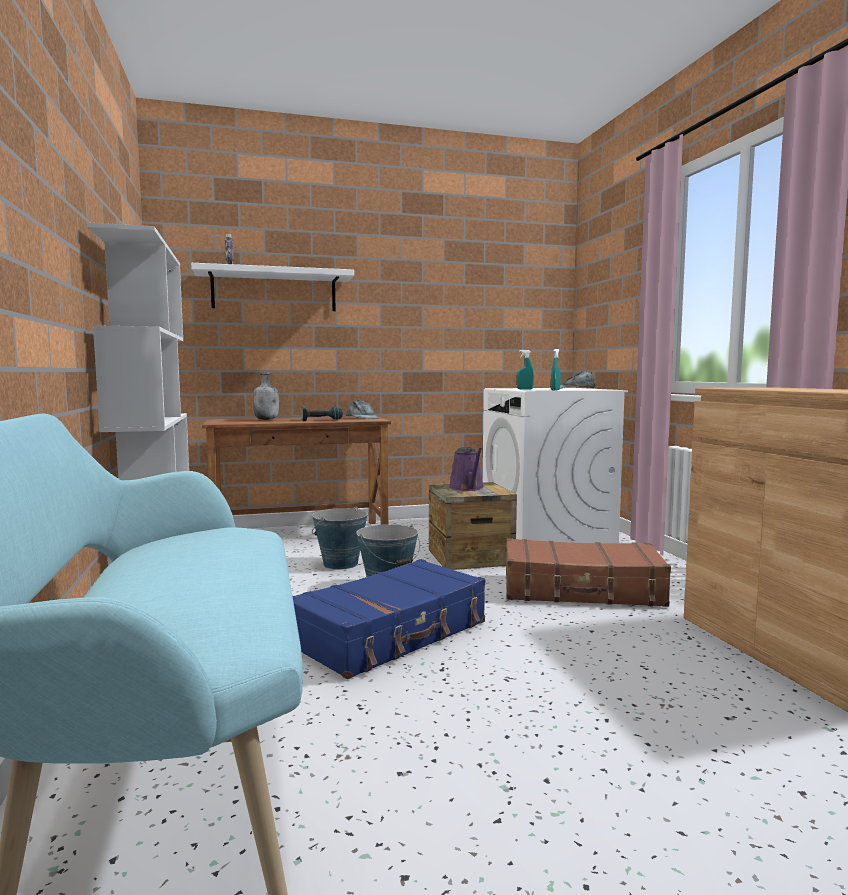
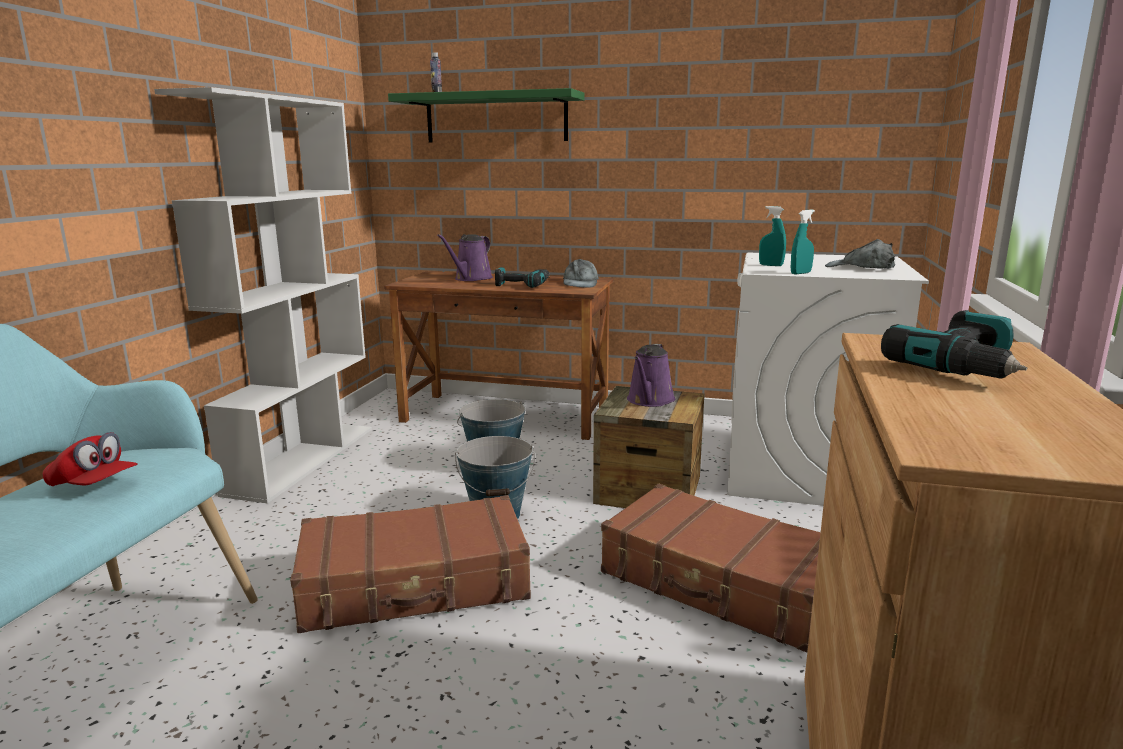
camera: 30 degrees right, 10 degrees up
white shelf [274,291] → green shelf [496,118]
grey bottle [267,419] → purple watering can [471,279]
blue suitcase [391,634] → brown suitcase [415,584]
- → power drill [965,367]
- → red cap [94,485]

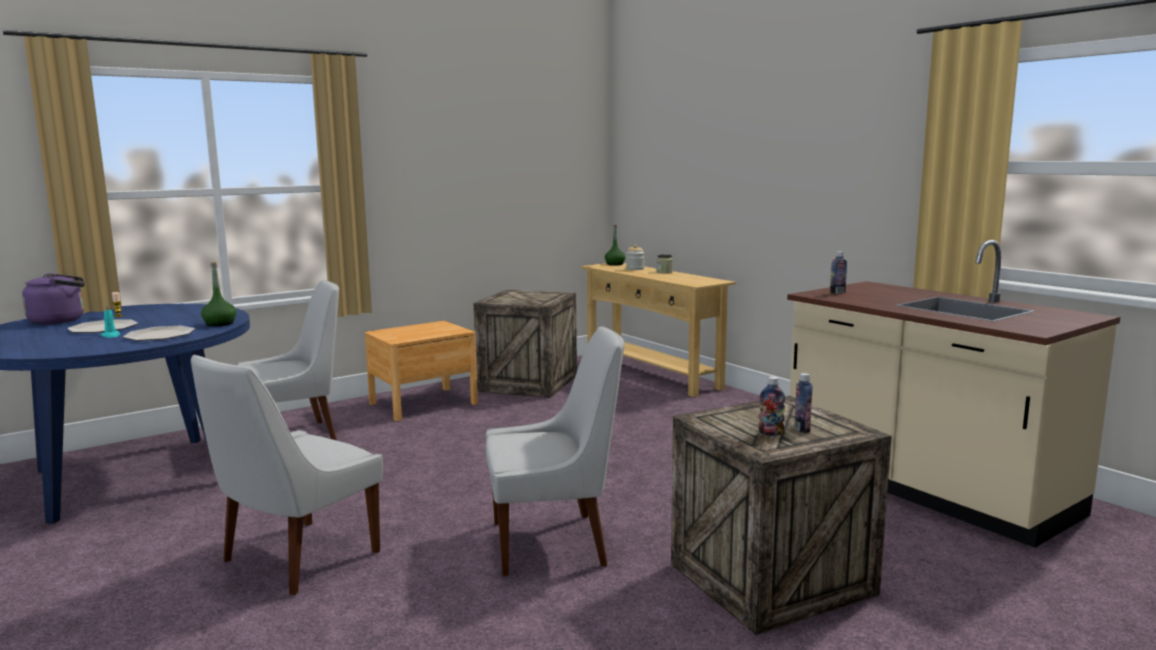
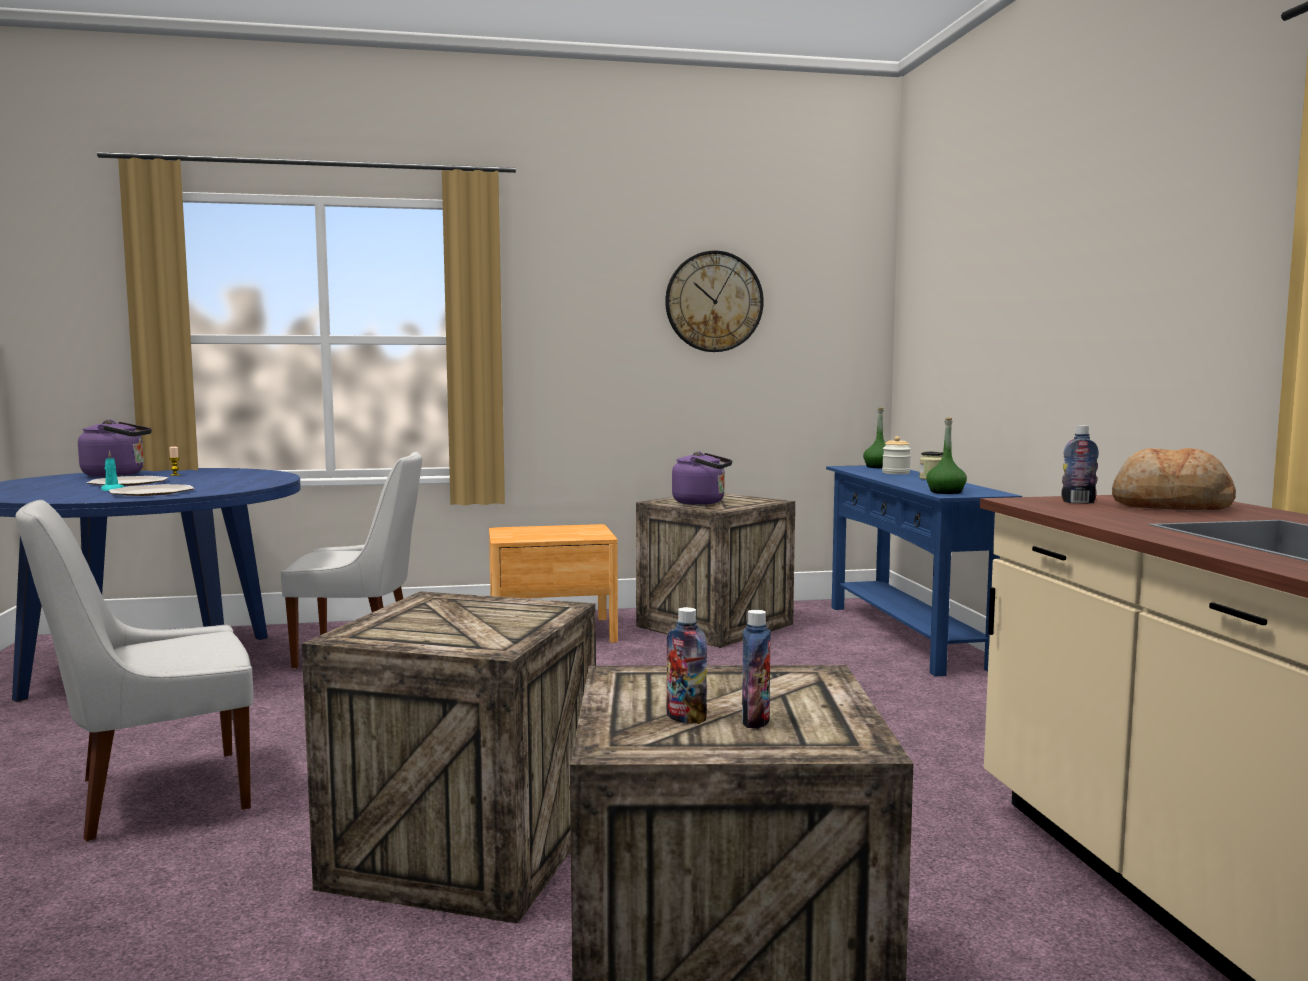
camera: 25 degrees right, 5 degrees down
green bottle [220,324] → green bottle [945,492], move
beige console table [652,374] → blue console table [907,636]
white chair [554,543] → crate [467,851]
- → wall clock [714,301]
- → bread [1169,506]
- → purple kettle [702,503]

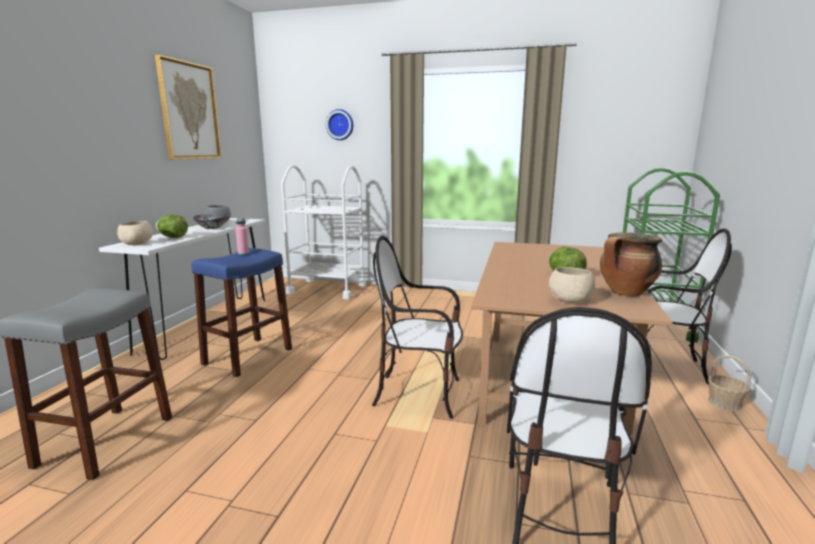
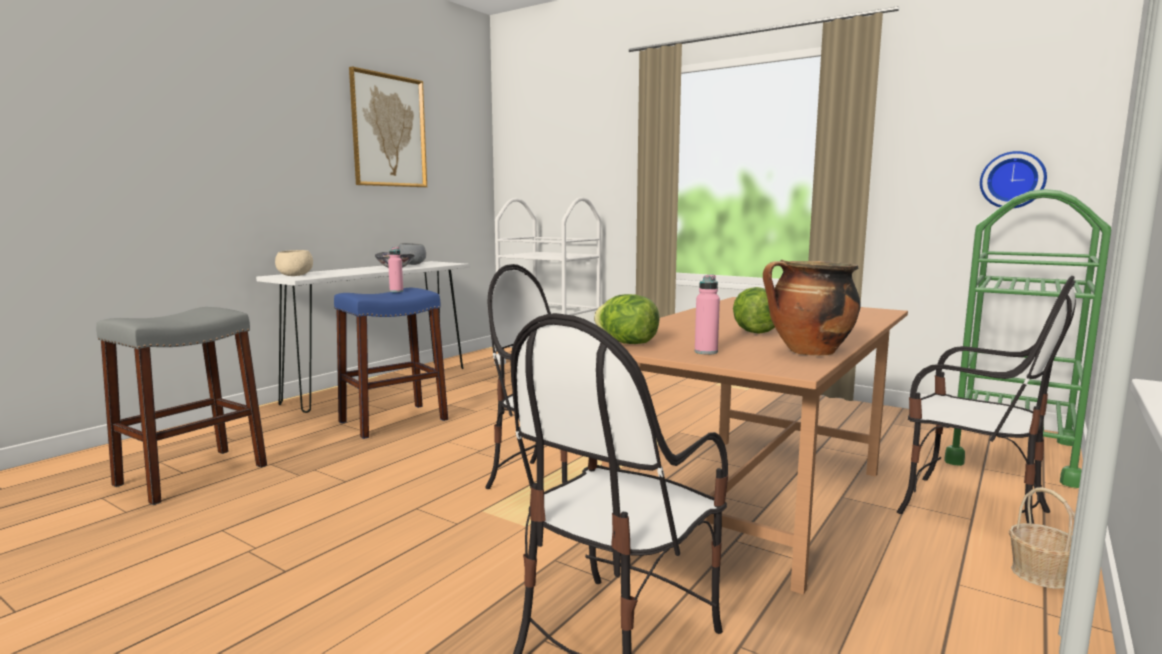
camera: 20 degrees right, 5 degrees down
wall clock [340,125] → wall clock [1012,180], move
lettuce [173,237] → lettuce [627,343], move
beige bowl [570,300] → pink bottle [706,352]

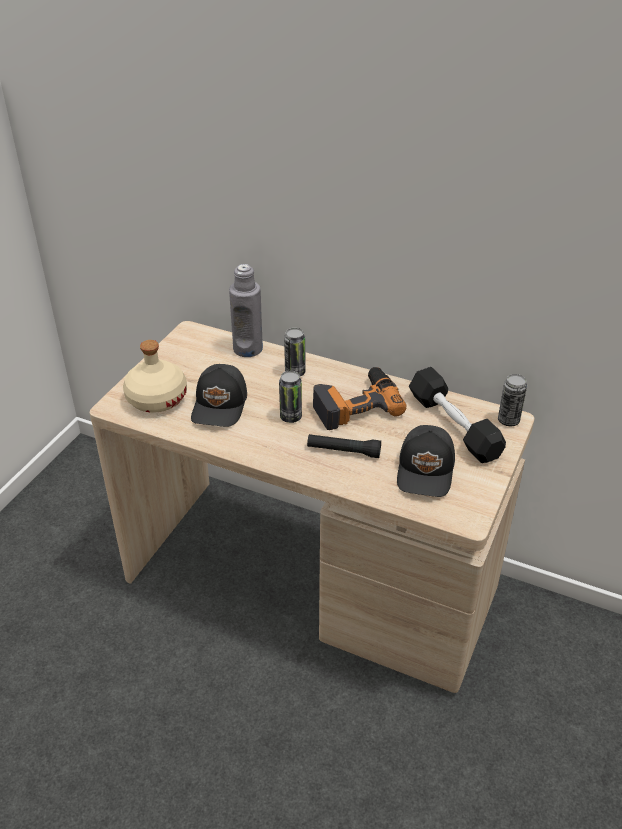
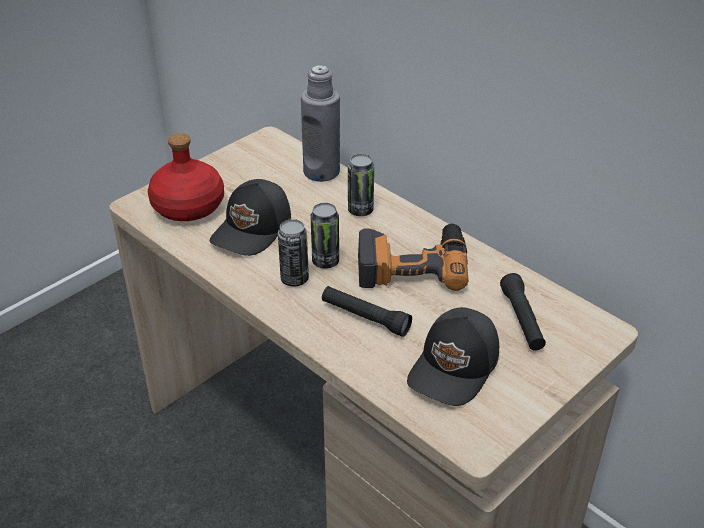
camera: 20 degrees right, 0 degrees up
beige bottle [156,398] → red bottle [188,206]
black dumbbell [453,426] → black flashlight [522,320]
can [508,420] → can [294,279], move

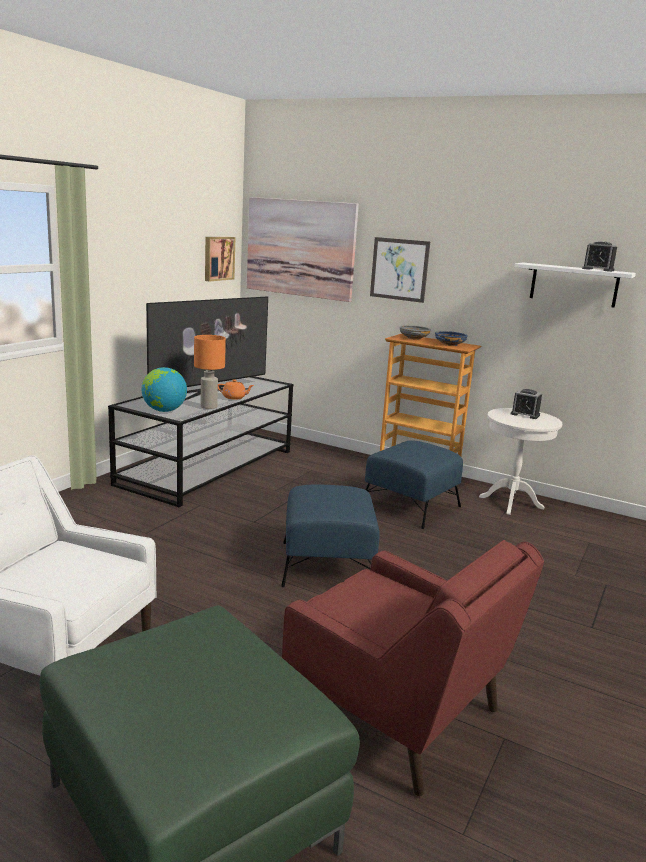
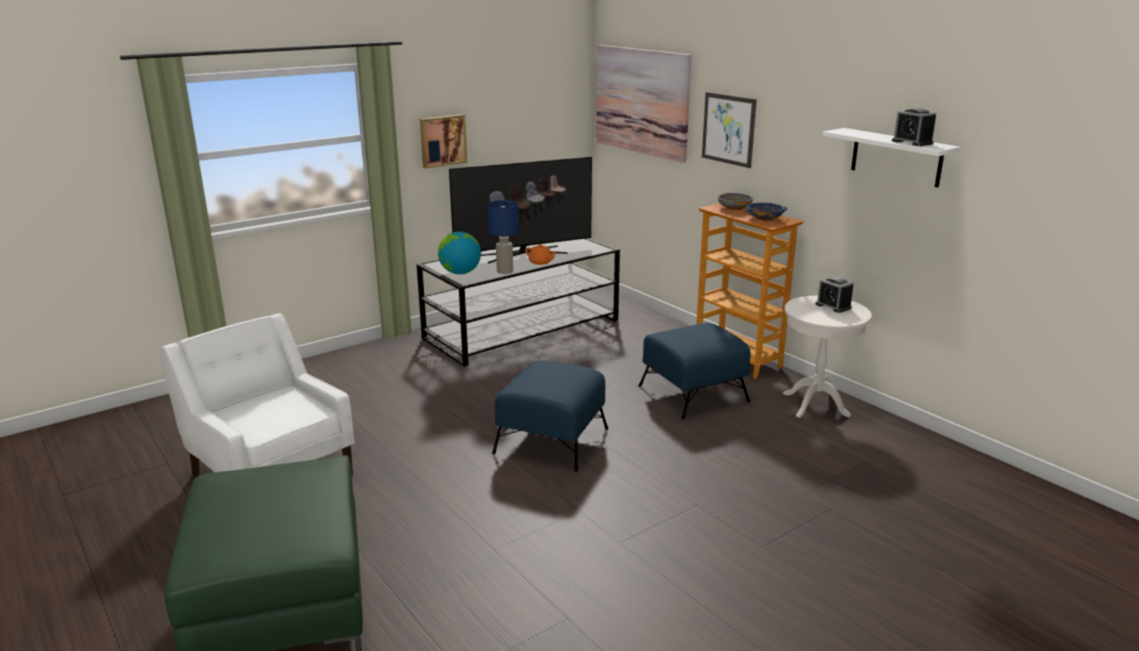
camera: 25 degrees right, 5 degrees up
picture [218,258] → picture [442,140], move
orange table lamp [208,407] → blue table lamp [504,271]
red armchair [397,714] → -

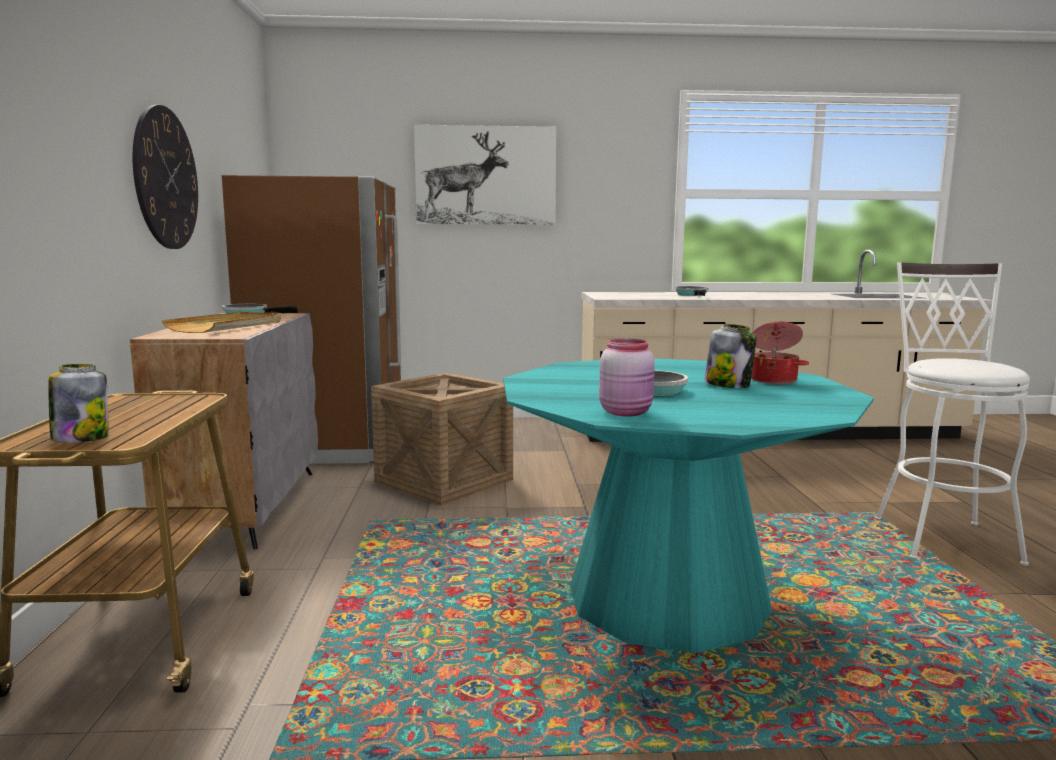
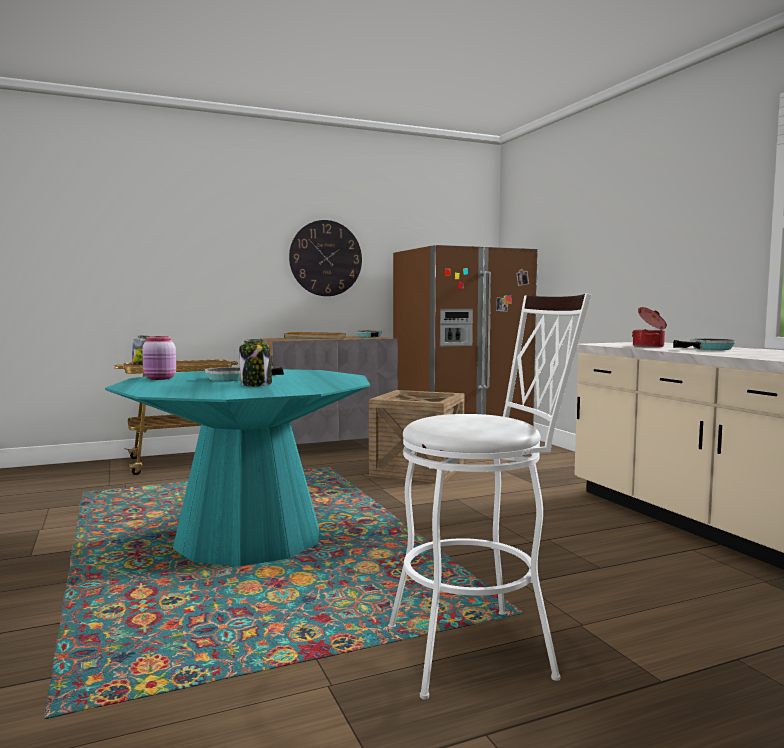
camera: 70 degrees right, 5 degrees down
picture [485,176] → -
cooking pot [773,380] → cooking pot [649,346], move

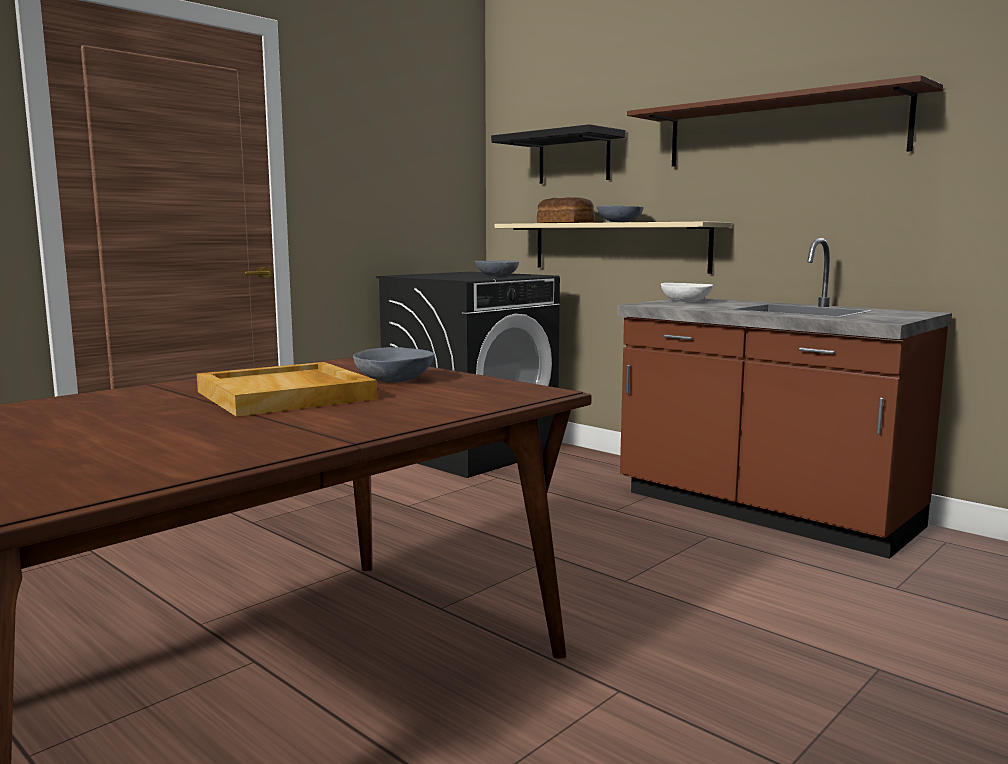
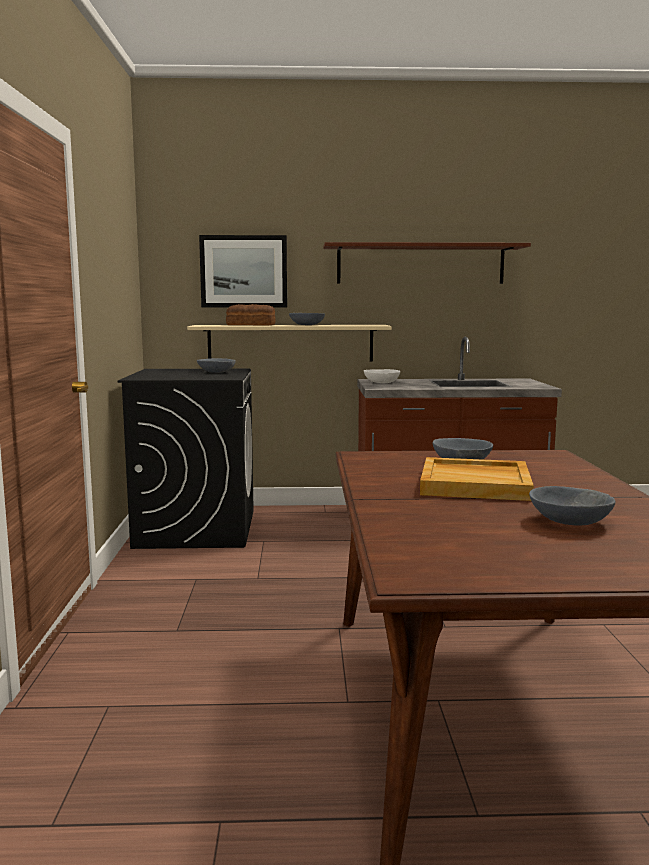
camera: 45 degrees left, 0 degrees up
black shelf [574,158] → picture [244,271]
- → grey bowl [569,522]

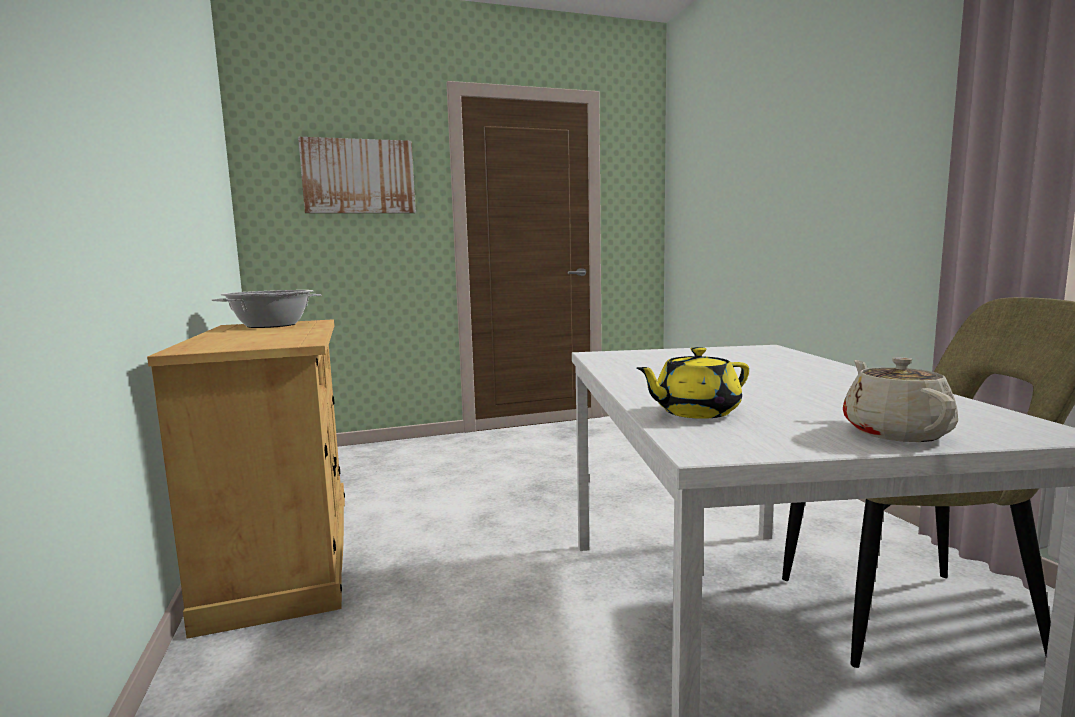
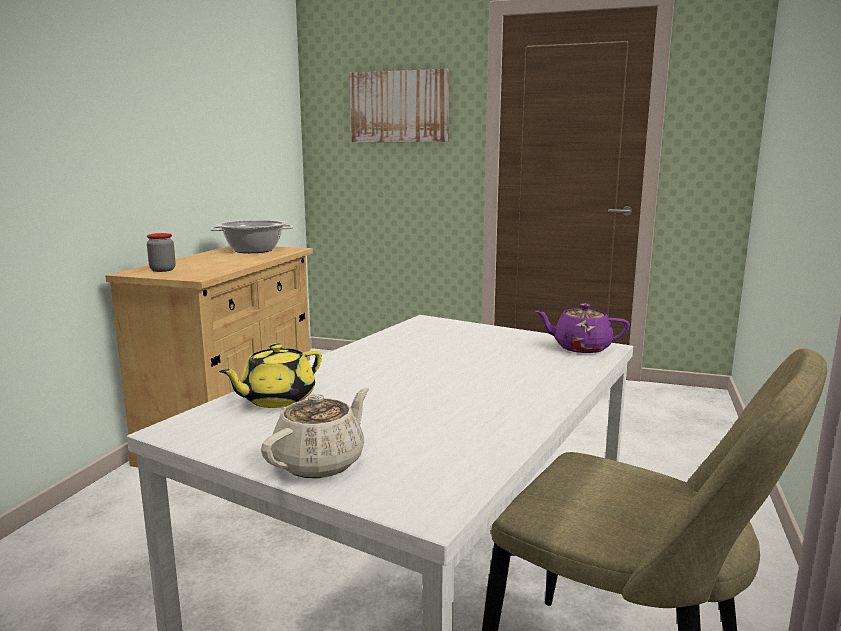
camera: 35 degrees right, 5 degrees up
yellow teapot [694,412] → yellow teapot [276,399], 60 degrees counterclockwise
- → jar [162,270]
- → purple teapot [580,347]

